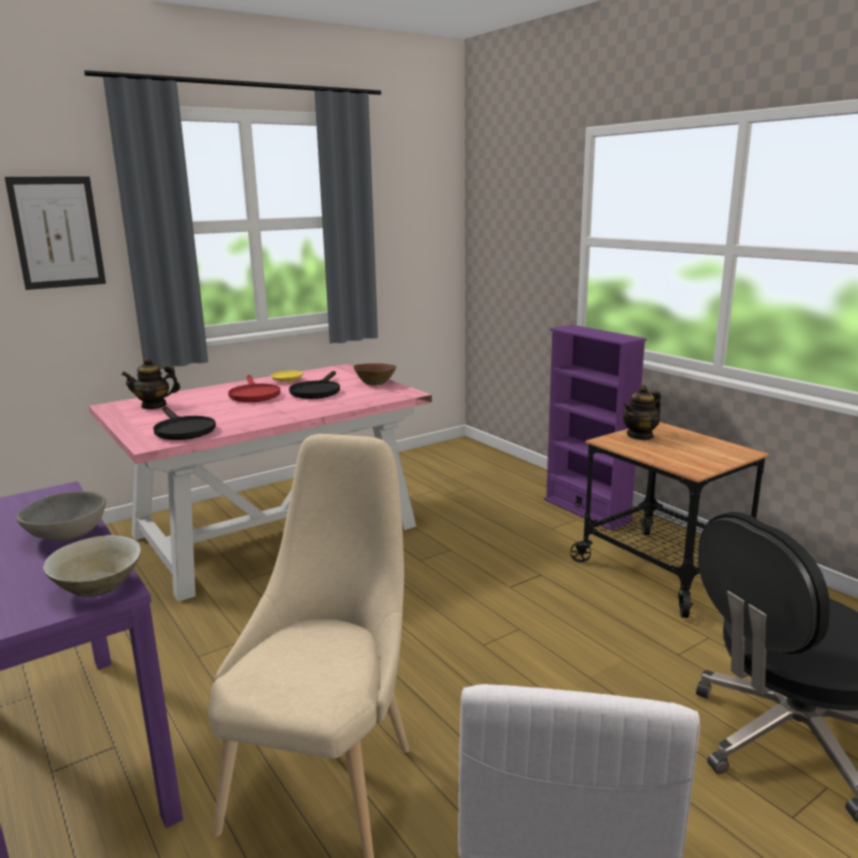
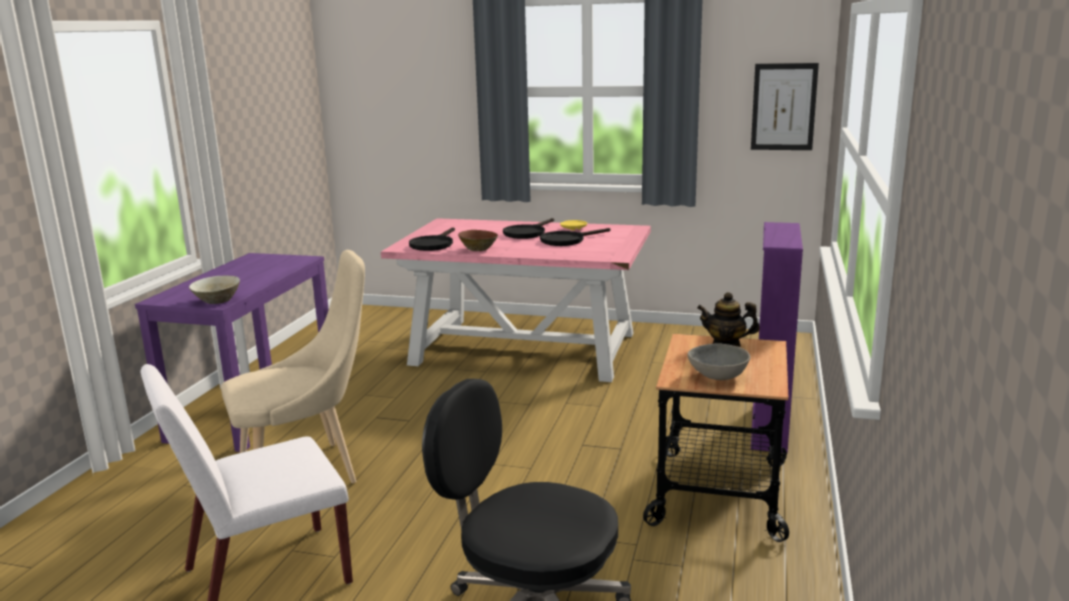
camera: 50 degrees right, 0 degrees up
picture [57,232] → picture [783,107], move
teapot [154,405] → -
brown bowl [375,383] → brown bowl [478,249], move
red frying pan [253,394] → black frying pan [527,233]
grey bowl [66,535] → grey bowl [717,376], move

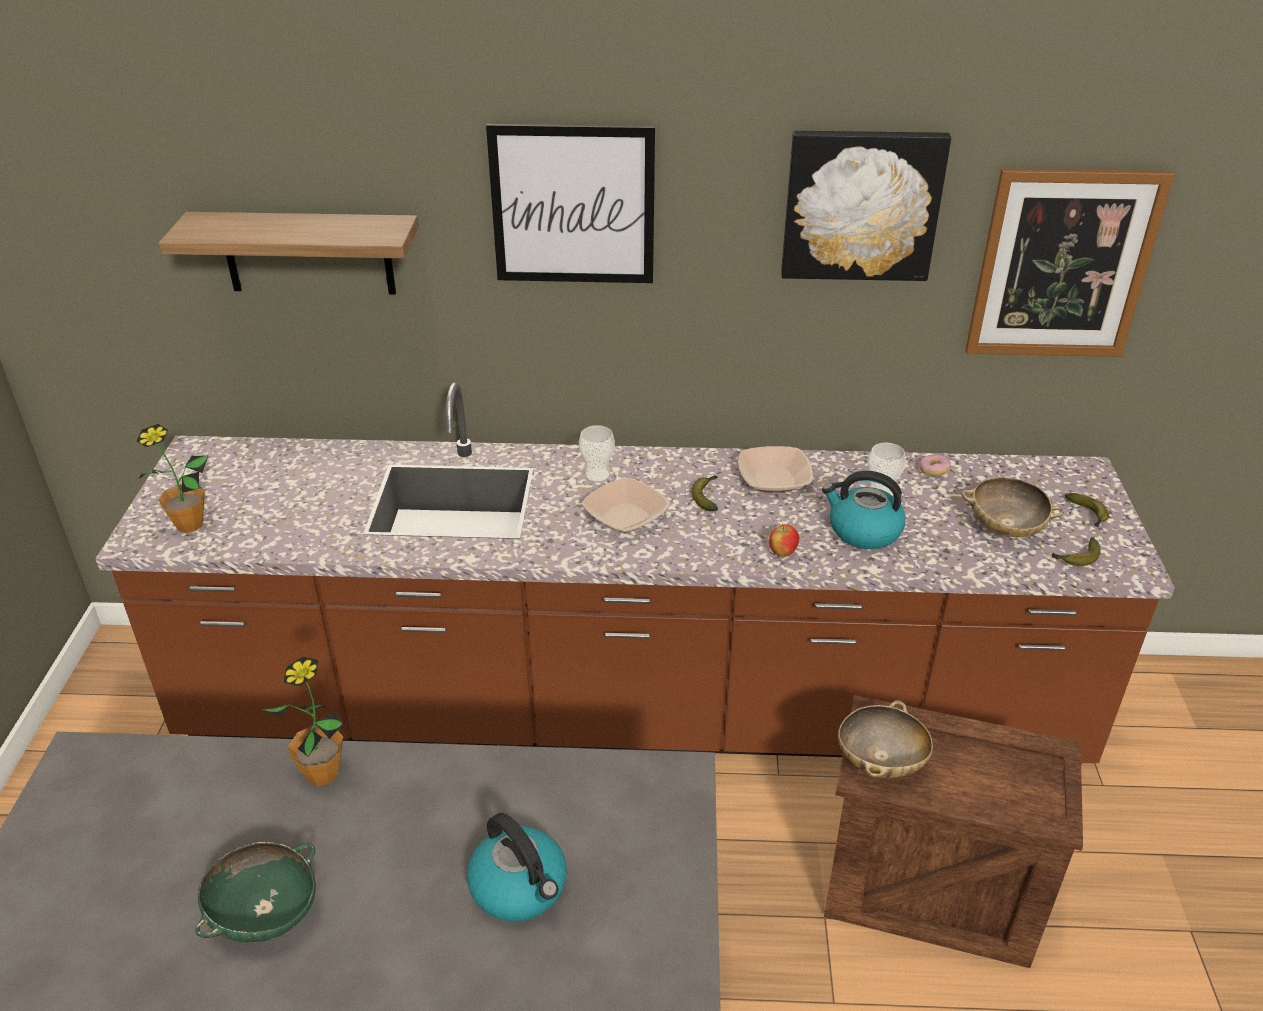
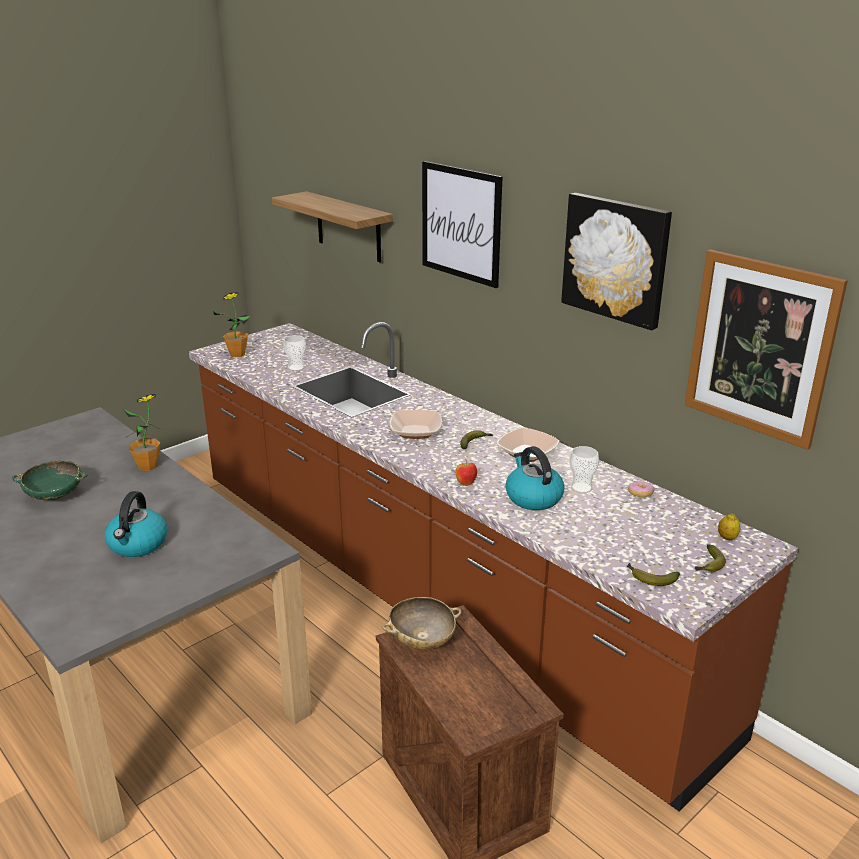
camera: 45 degrees right, 10 degrees down
cup [597,475] → cup [296,368], move
beige bowl [1005,527] → -
- → lemon [727,538]

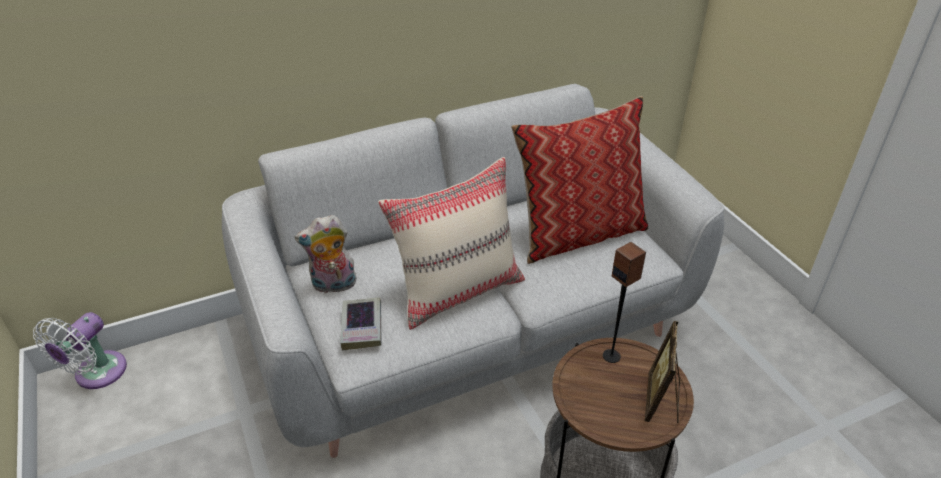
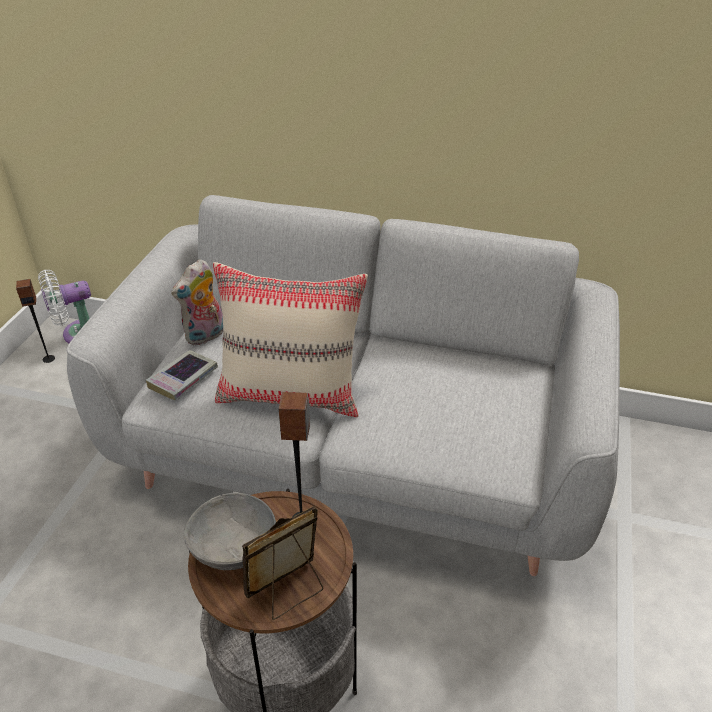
camera: 40 degrees right, 0 degrees up
pillow [578,233] → -
plush toy [333,286] → plush toy [205,336], 75 degrees counterclockwise
- → speaker [48,358]
- → grey bowl [234,548]

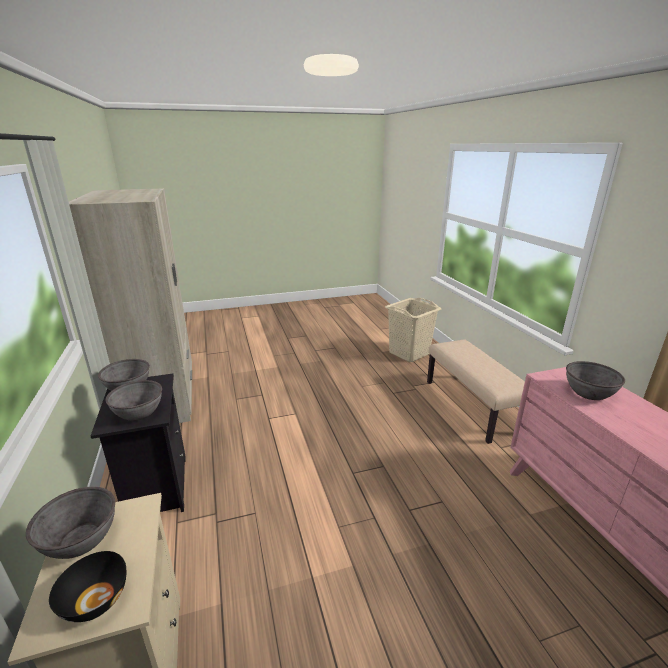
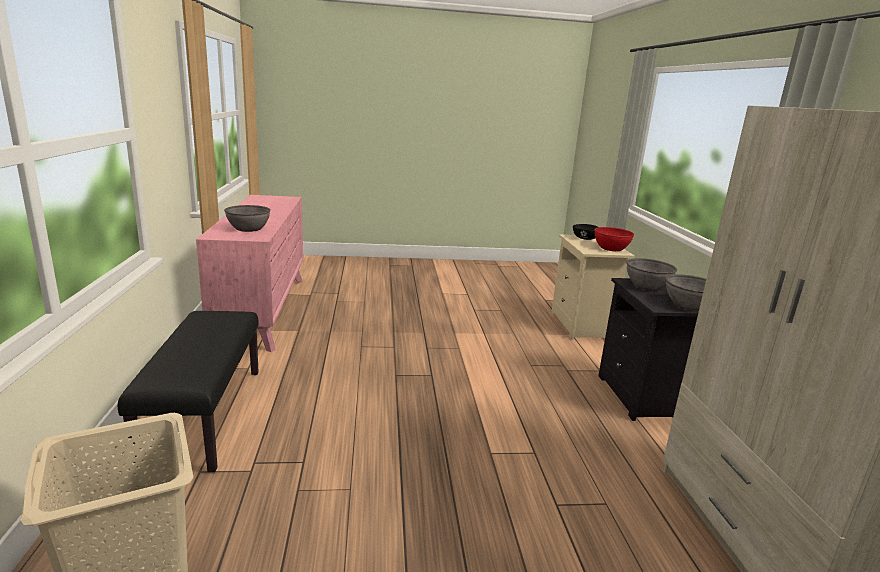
camera: 170 degrees left, 5 degrees down
beige bench [472,406] → black bench [204,415]
grey bowl [80,539] → red bowl [611,248]

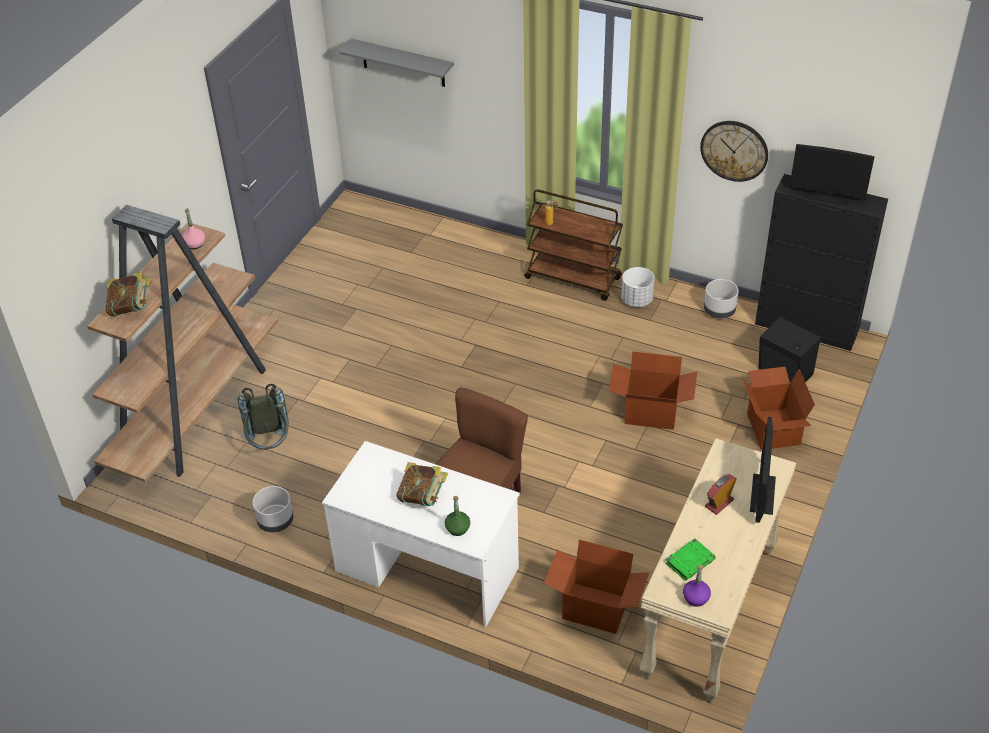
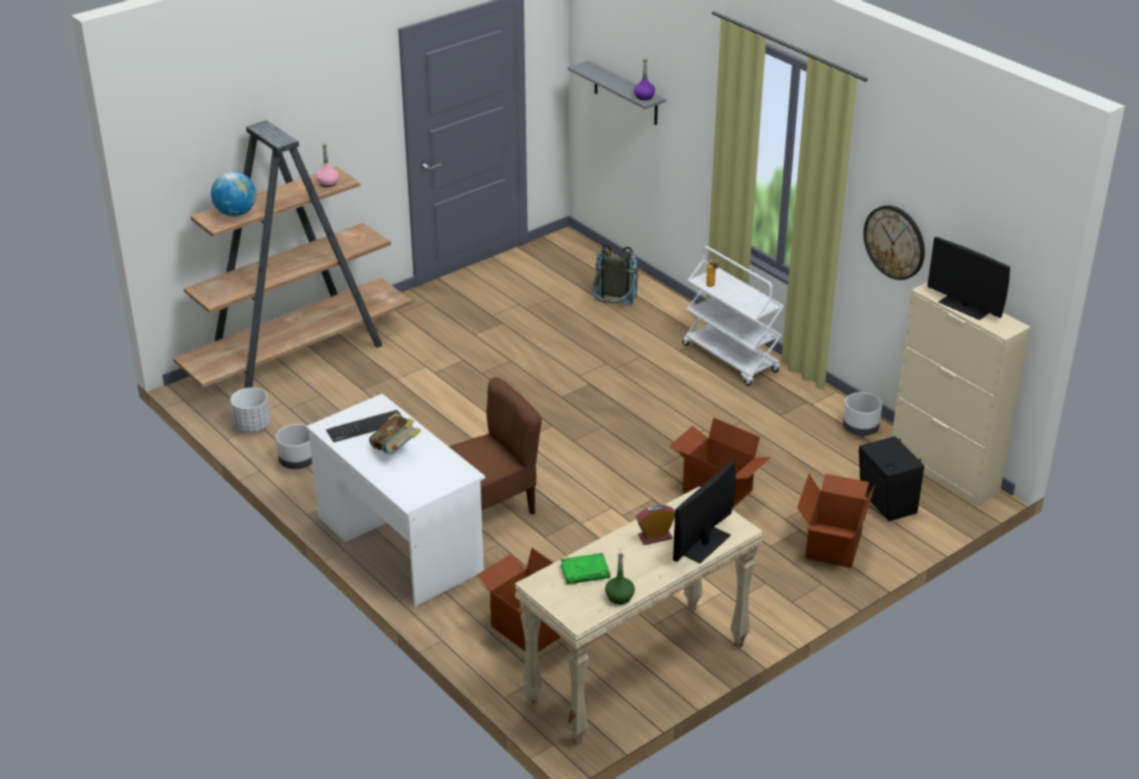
camera: 25 degrees right, 10 degrees down
black cabinet [807,328] → beige cabinet [944,472]
brown cart [573,278] → white cart [731,359]
white planter [636,300] → white planter [252,426], move
book [131,308] → globe [235,213]
grey backpack [269,445] → grey backpack [612,309], move
green bottle [457,528] → green bottle [619,597], move
purple bottle [696,598] → purple bottle [644,97], move
- → keyboard [366,427]

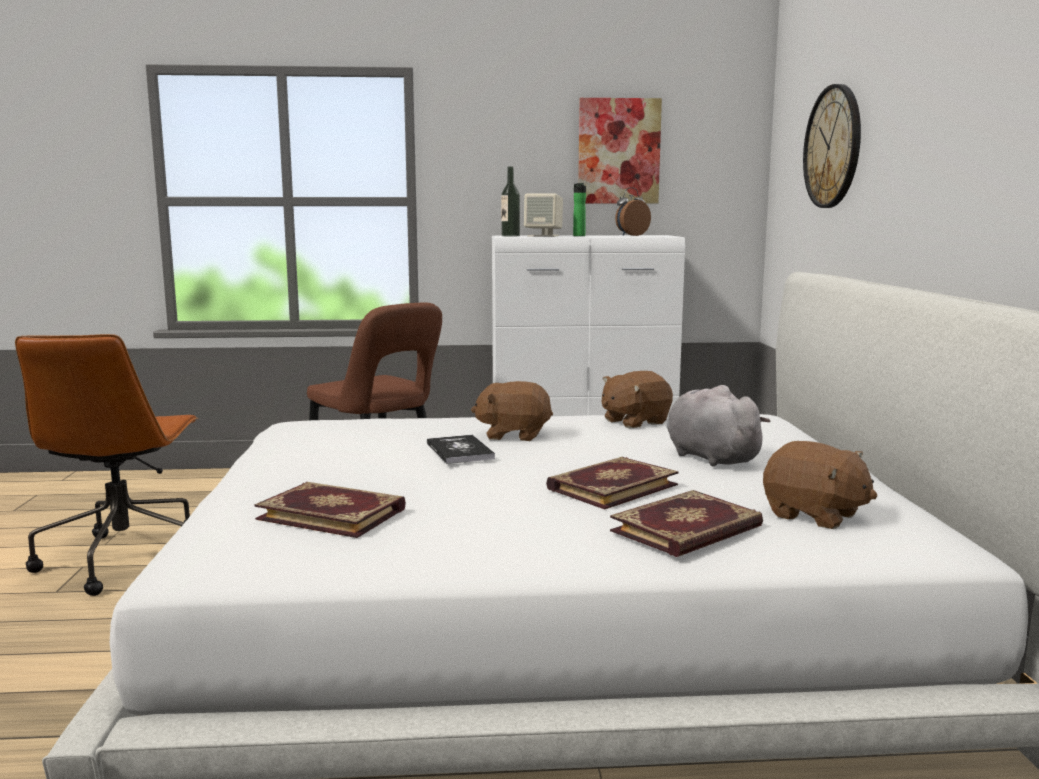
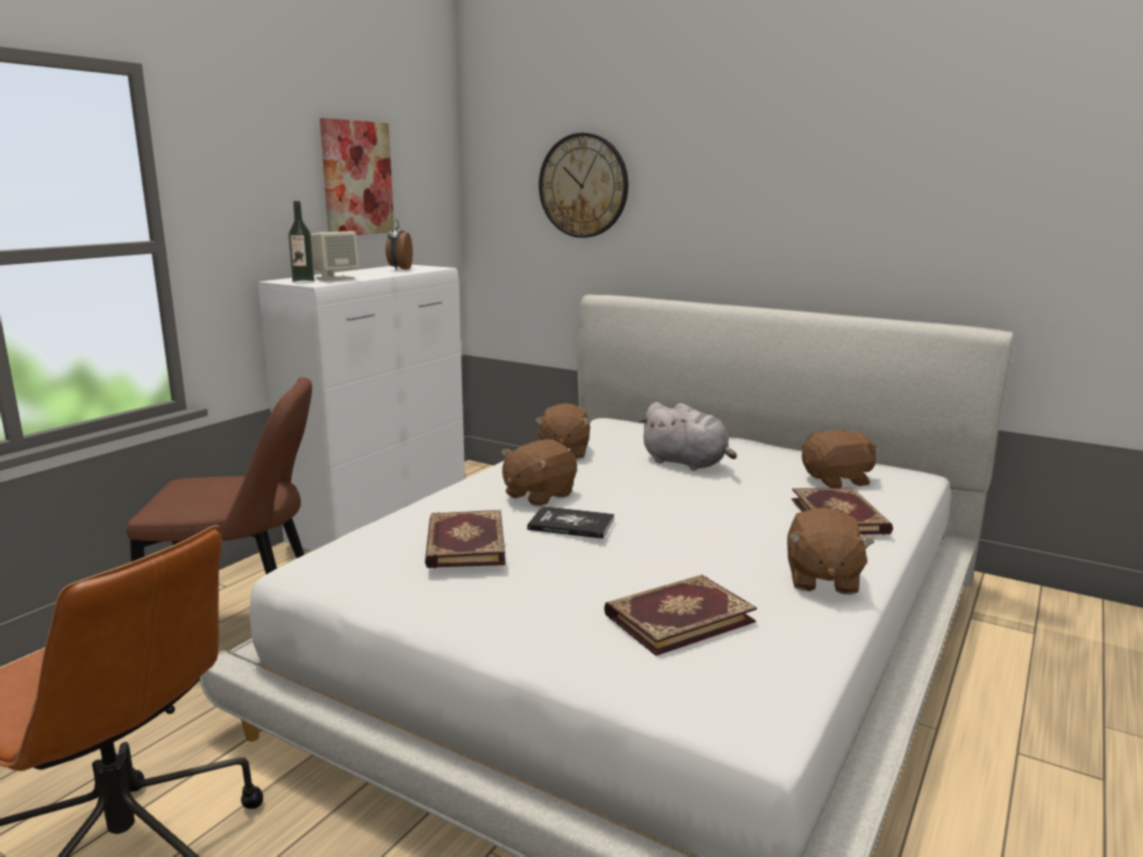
camera: 55 degrees left, 5 degrees up
bottle [578,236] → -
grey plush toy [709,457] → grey plush toy [687,463], 150 degrees counterclockwise
book [611,486] → book [463,543], move
- → brown plush toy [821,579]

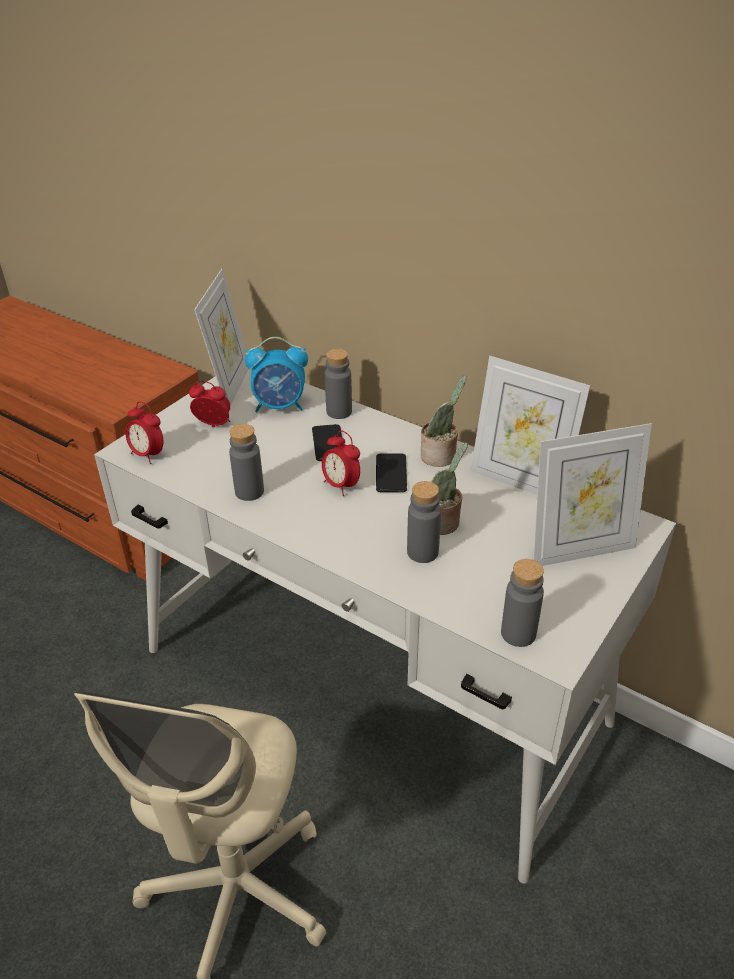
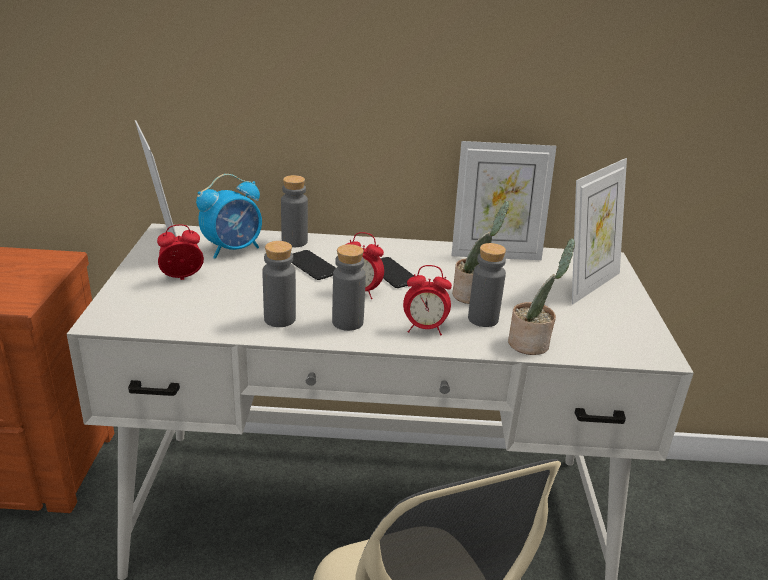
camera: 35 degrees left, 10 degrees down
potted plant [440,457] → potted plant [531,343], move
alarm clock [148,455] → alarm clock [424,329], move
grey bottle [518,633] → grey bottle [347,322], move

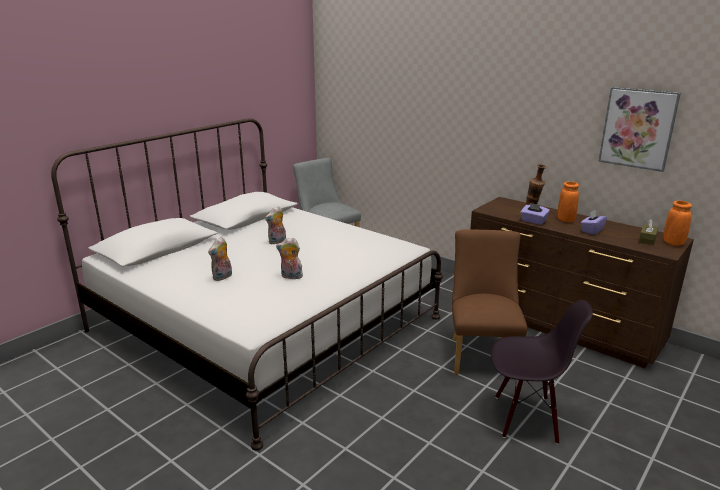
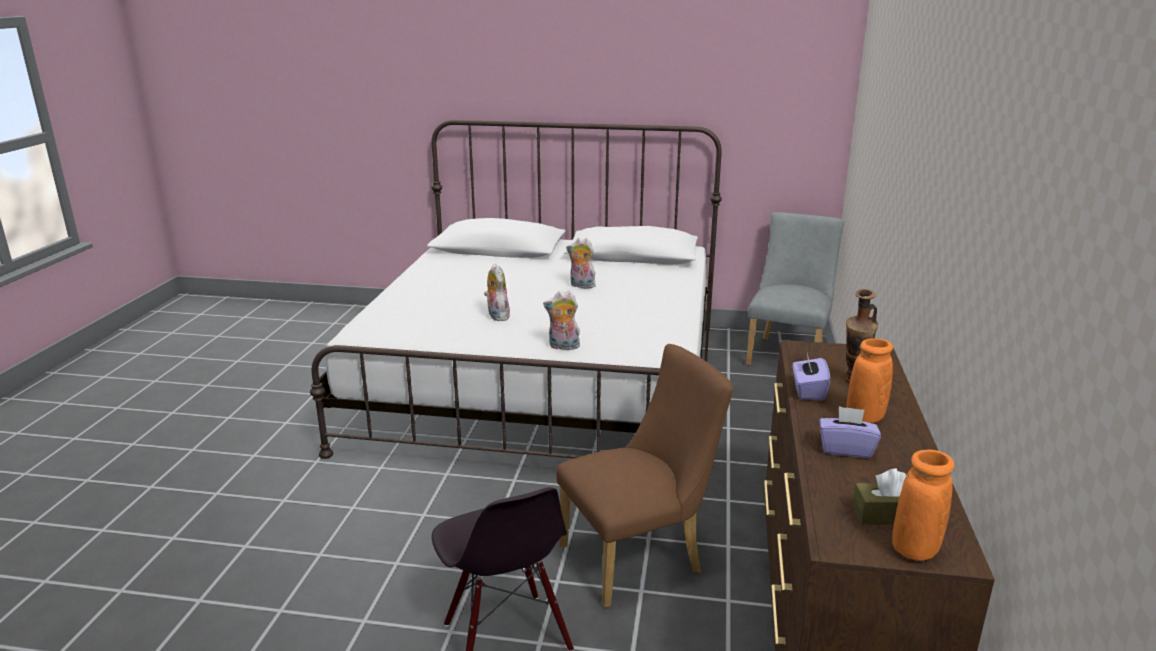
camera: 60 degrees right, 0 degrees up
picture [638,128] → -
plush toy [222,277] → plush toy [563,347], move

